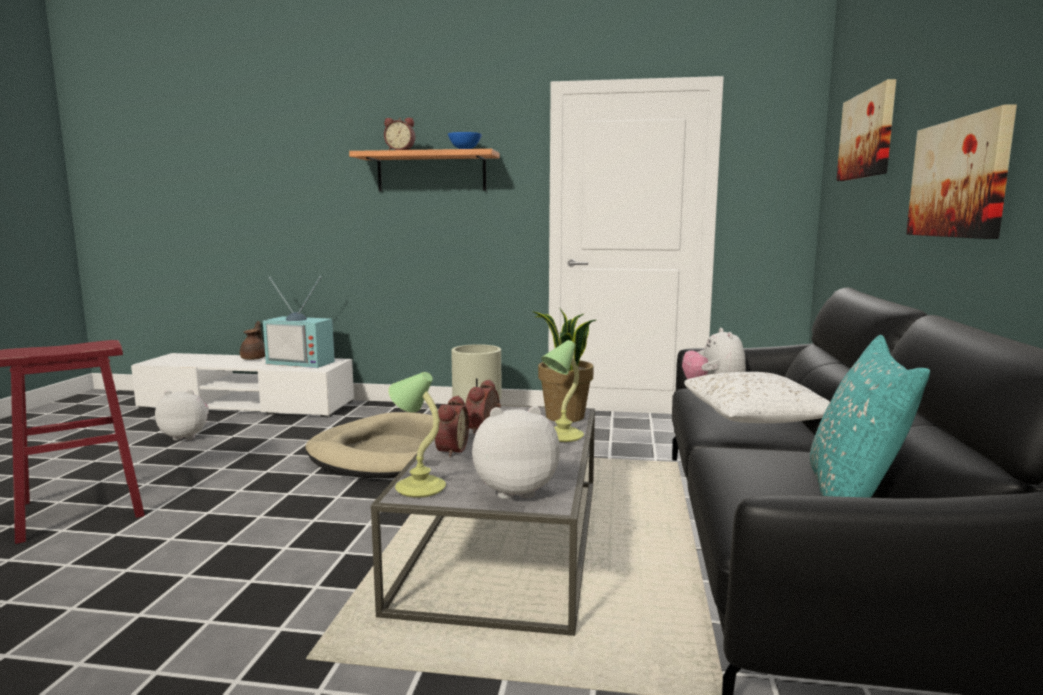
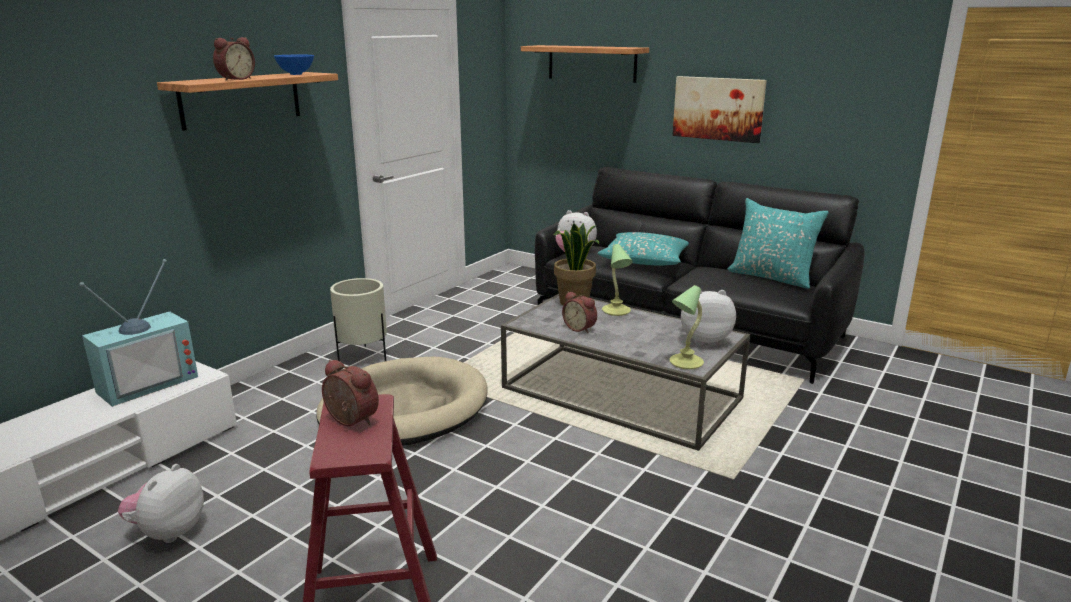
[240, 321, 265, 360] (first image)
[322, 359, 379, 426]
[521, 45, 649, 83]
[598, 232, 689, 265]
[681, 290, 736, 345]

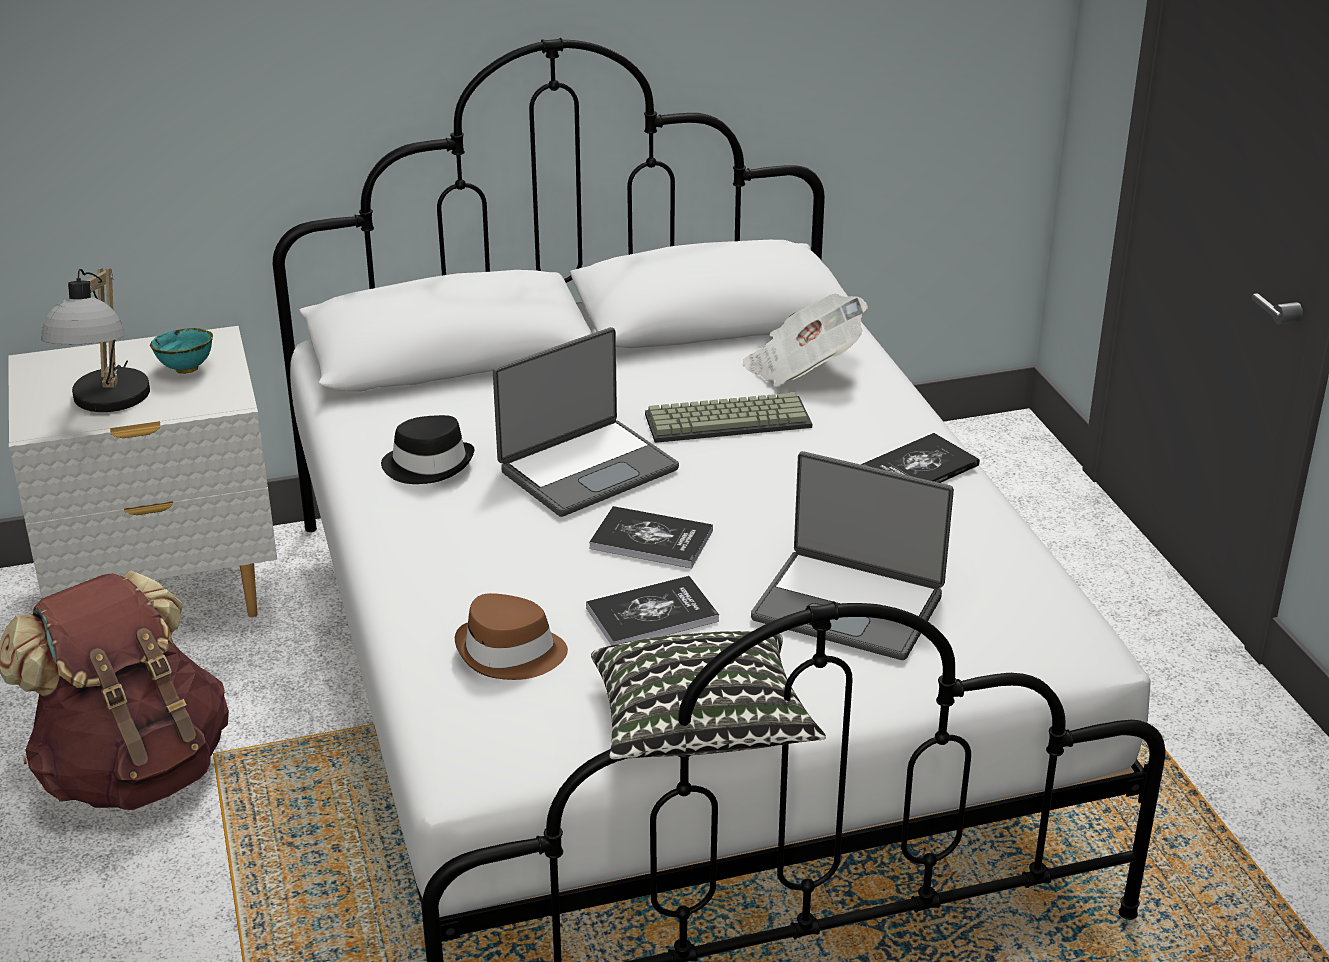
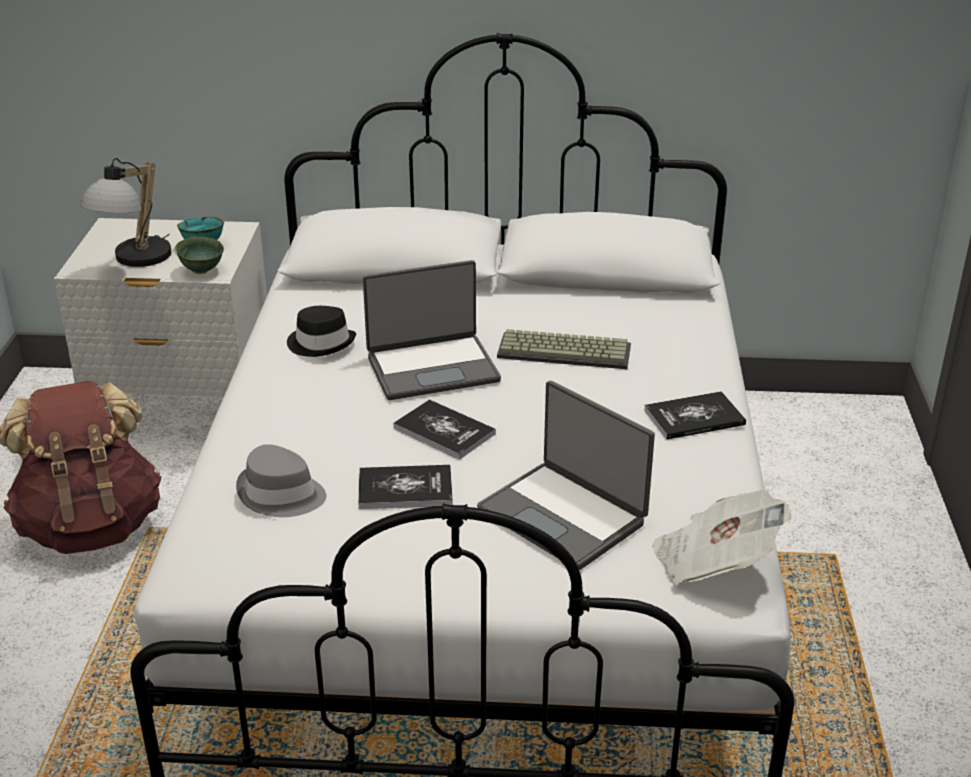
[591, 631, 826, 759] (first image)
[175, 236, 224, 274]
[652, 490, 791, 584]
[236, 444, 326, 517]

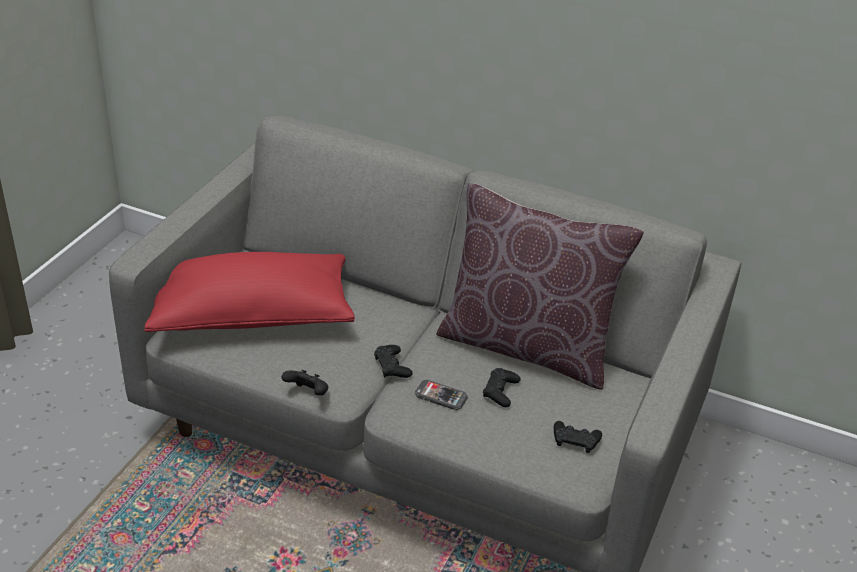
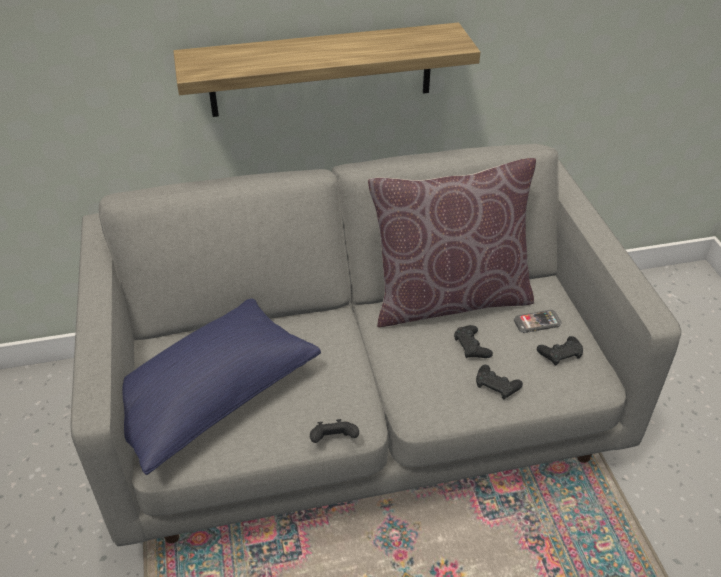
[173, 22, 480, 117]
[476, 365, 523, 399]
[514, 310, 562, 333]
[122, 299, 321, 475]

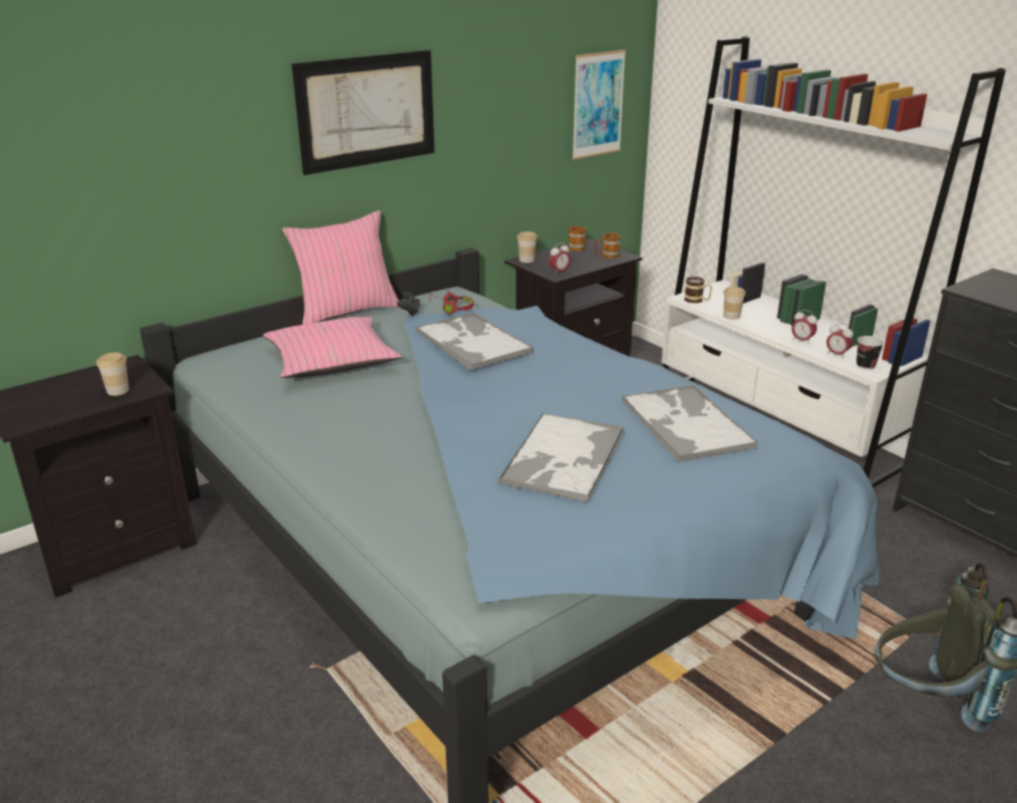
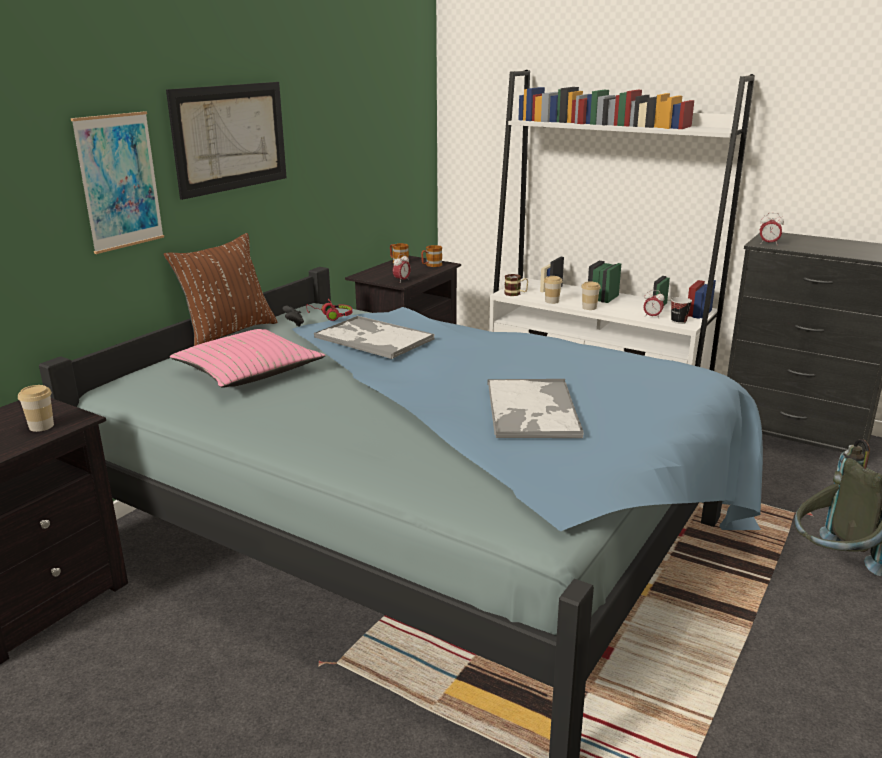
[622, 385, 758, 463] (first image)
[581, 282, 601, 310]
[71, 111, 164, 254]
[760, 213, 784, 244]
[163, 233, 278, 346]

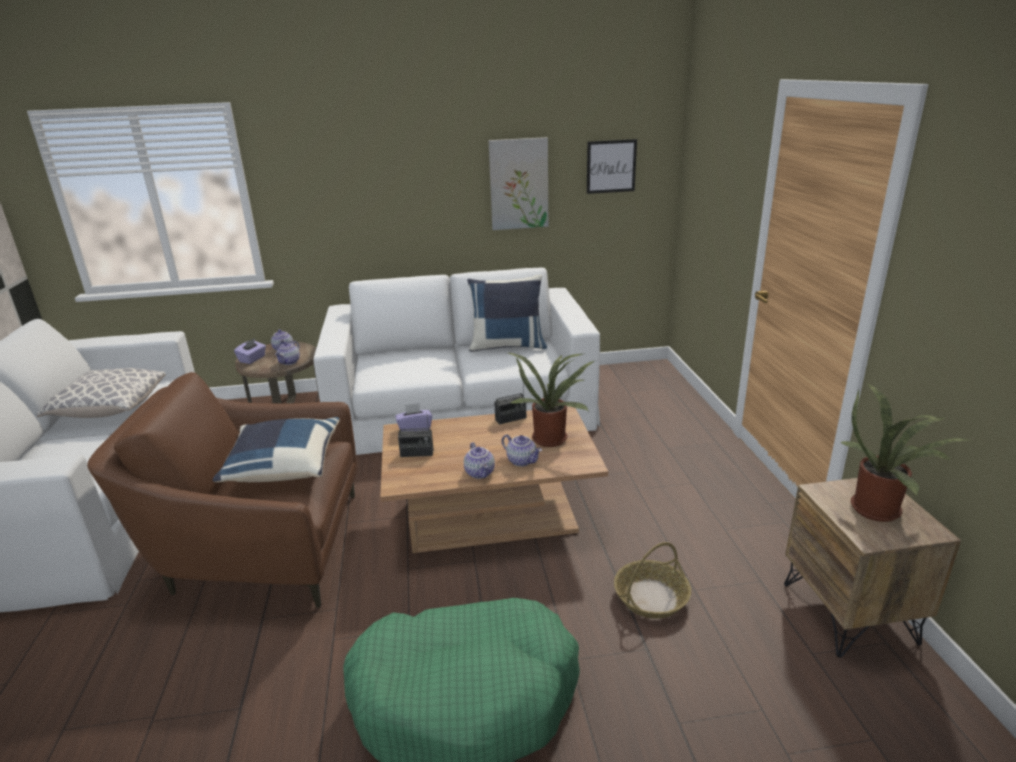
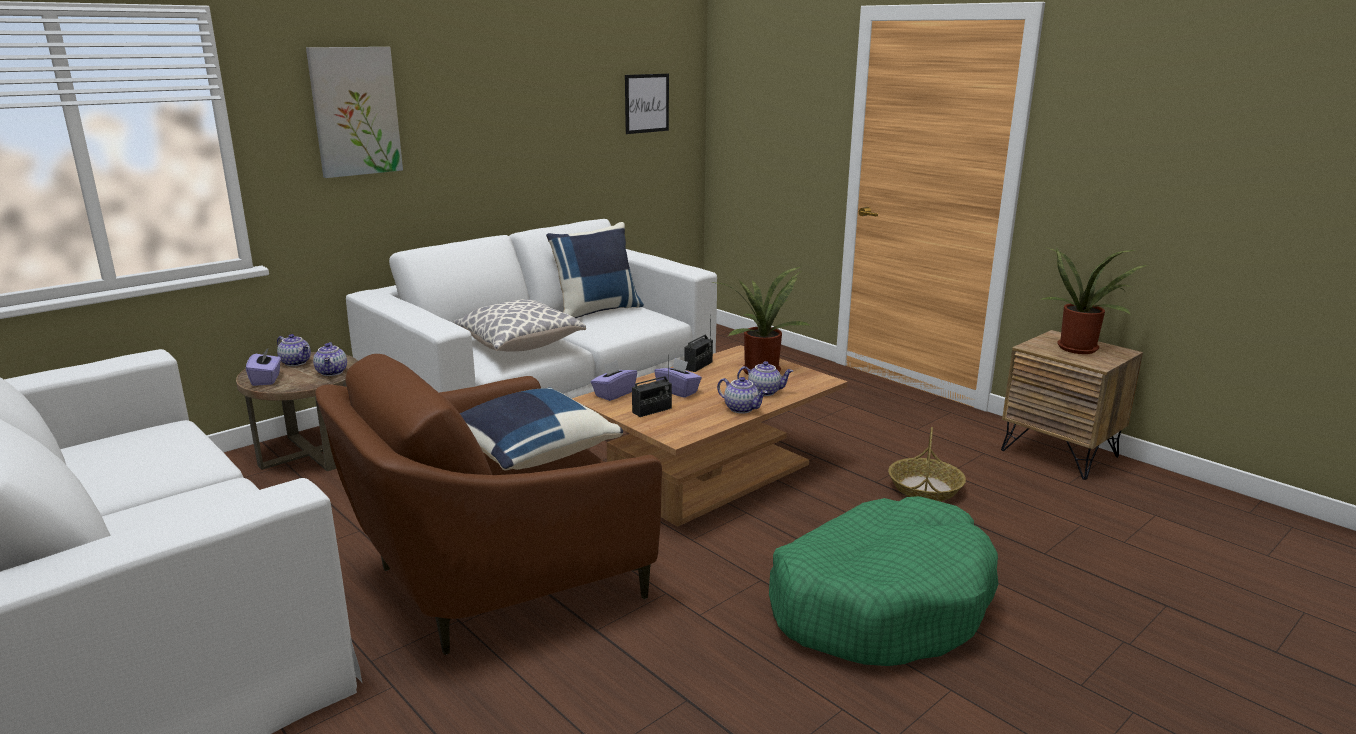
[654, 358, 702, 398]
[454, 299, 586, 352]
[306, 47, 403, 178]

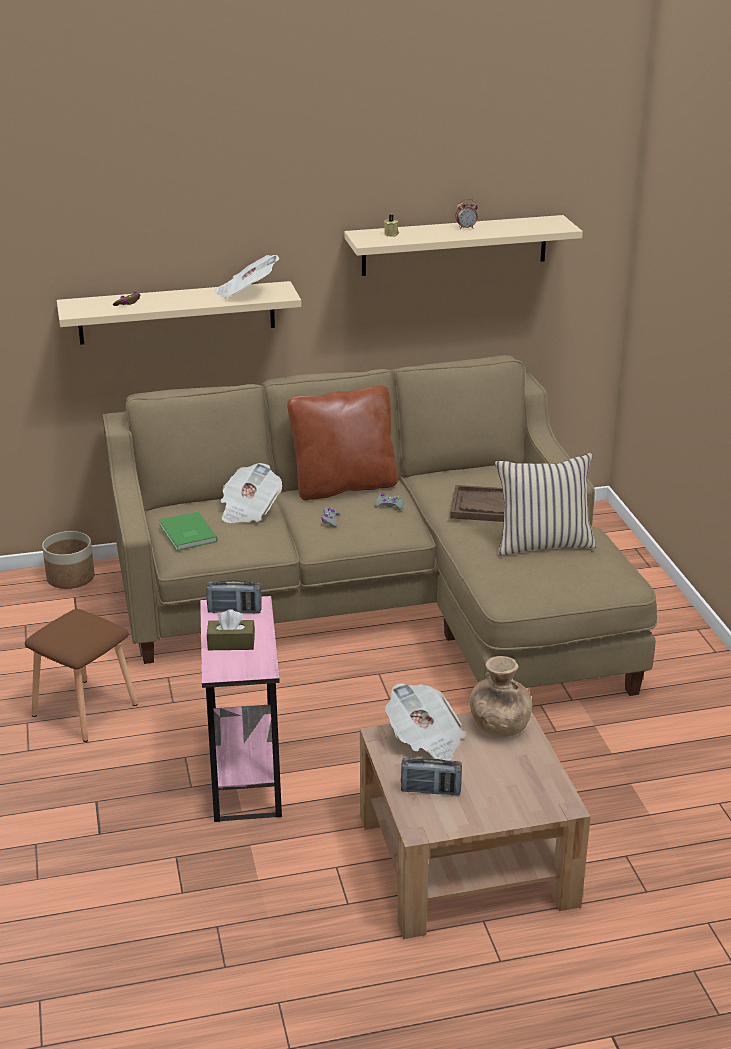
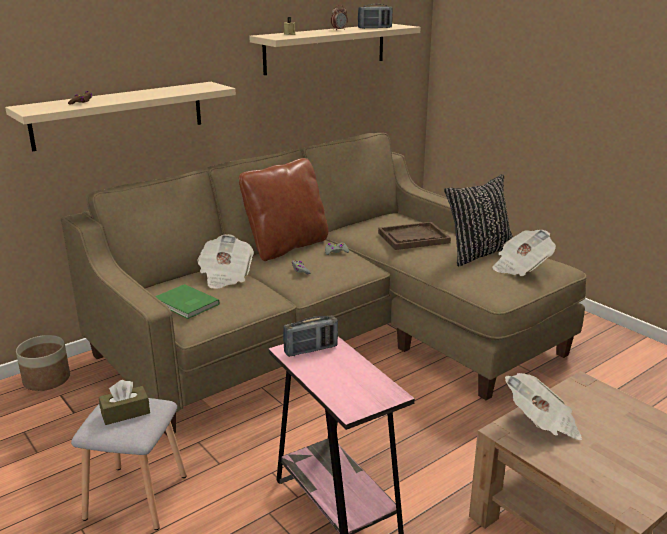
[470, 656, 532, 737] (first image)
[99, 380, 150, 425]
[492, 230, 556, 276]
[358, 4, 393, 29]
[71, 398, 187, 530]
[444, 174, 513, 266]

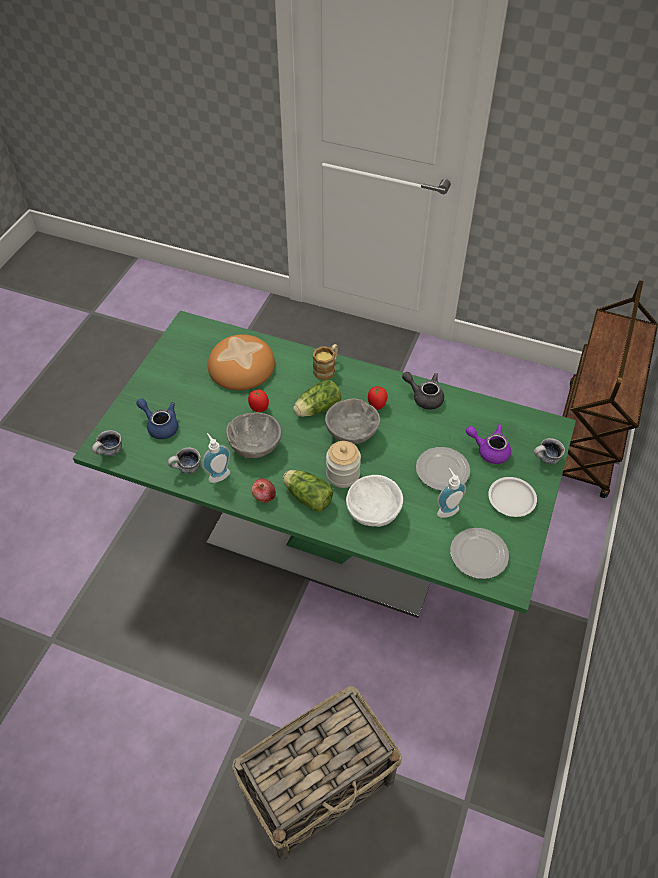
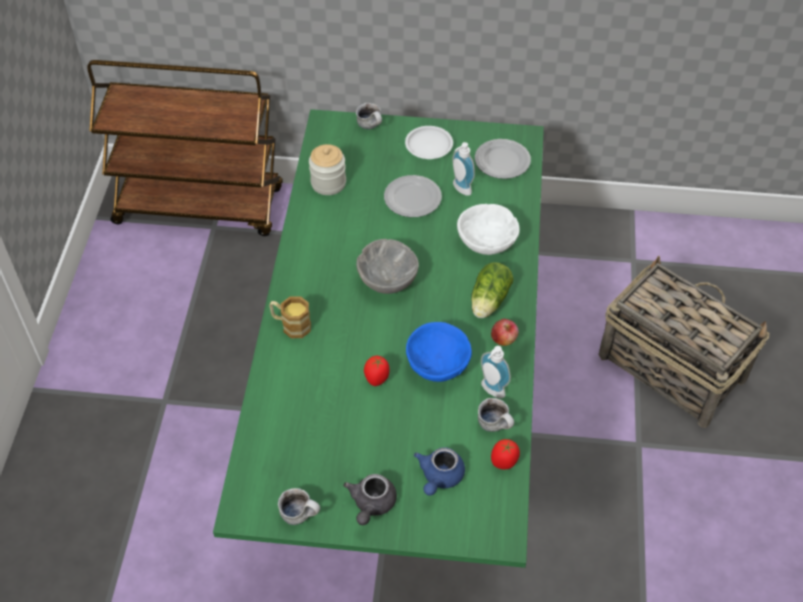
[208, 334, 275, 390] (first image)
[293, 380, 341, 417] (first image)
[466, 424, 511, 464] (first image)
[278, 488, 320, 525]
[309, 144, 346, 195]
[491, 439, 520, 469]
[343, 474, 397, 525]
[406, 322, 472, 382]

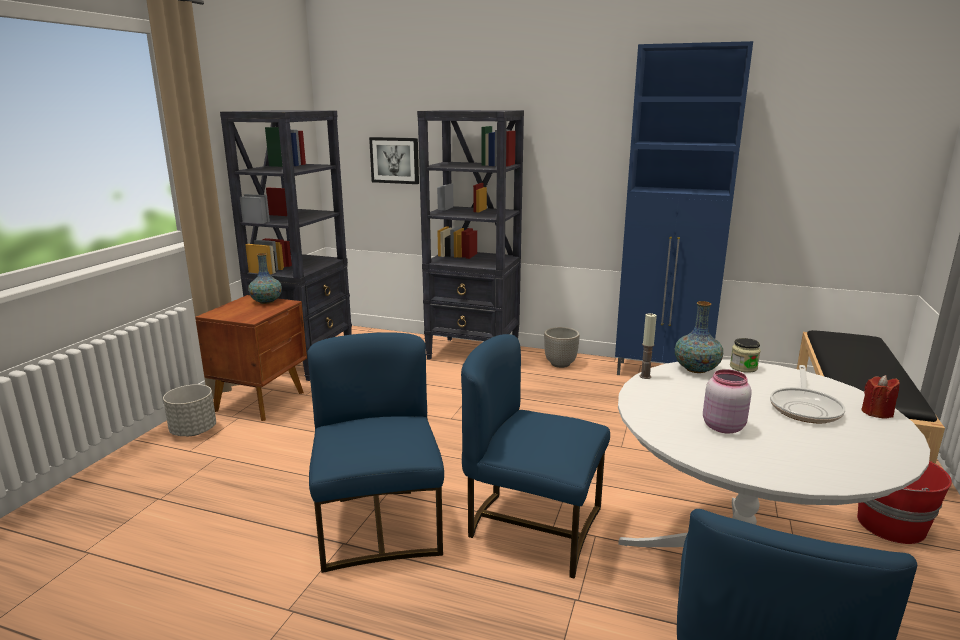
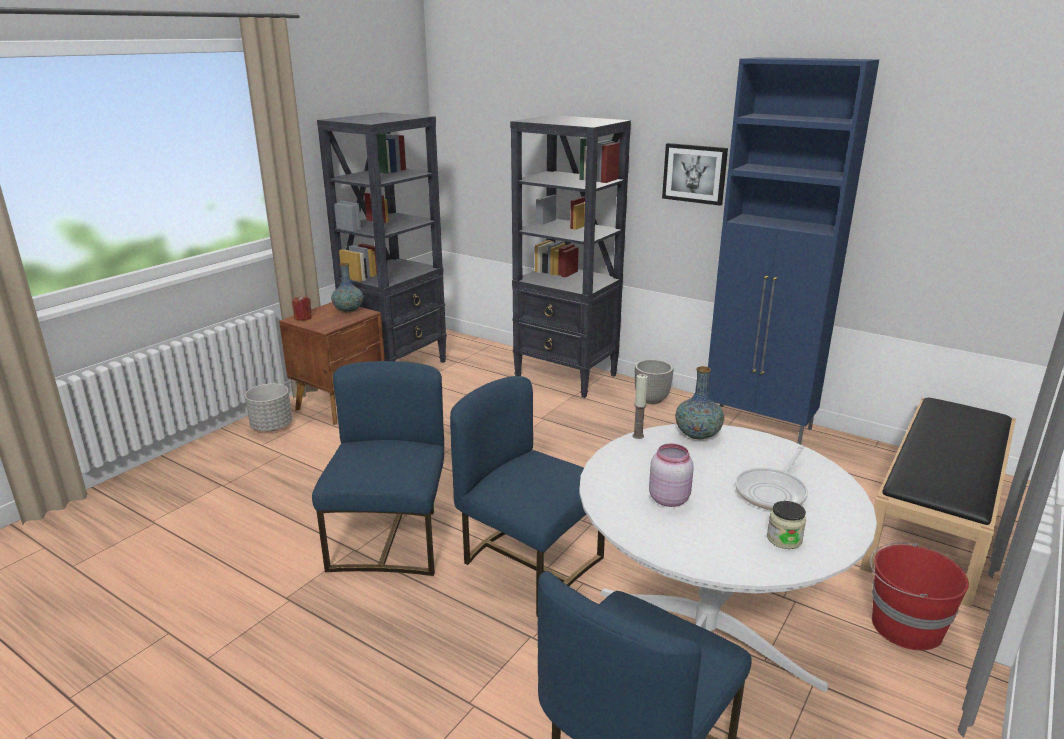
[662, 143, 728, 206]
[767, 501, 806, 549]
[292, 295, 312, 321]

